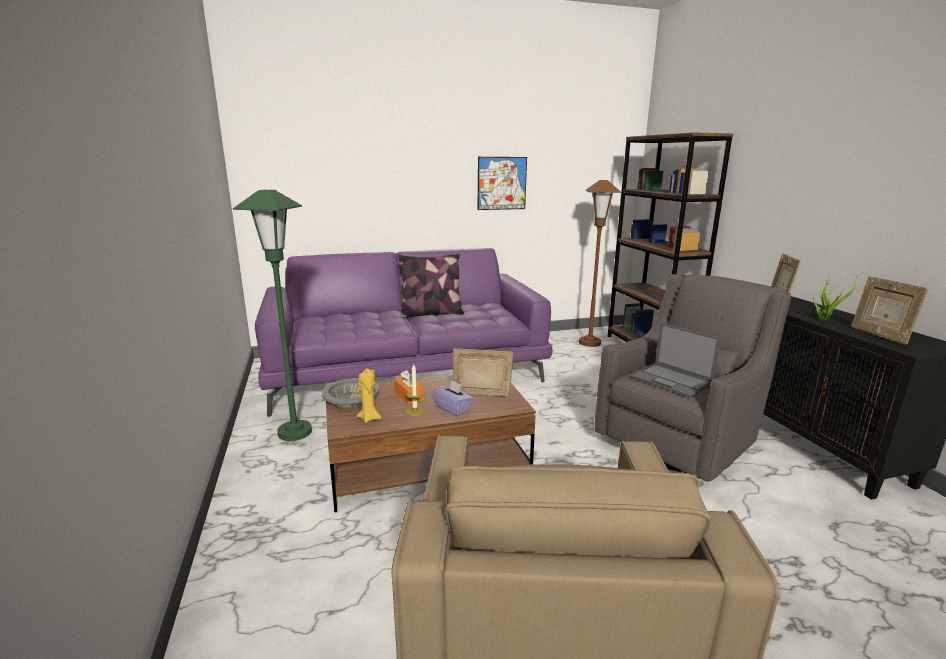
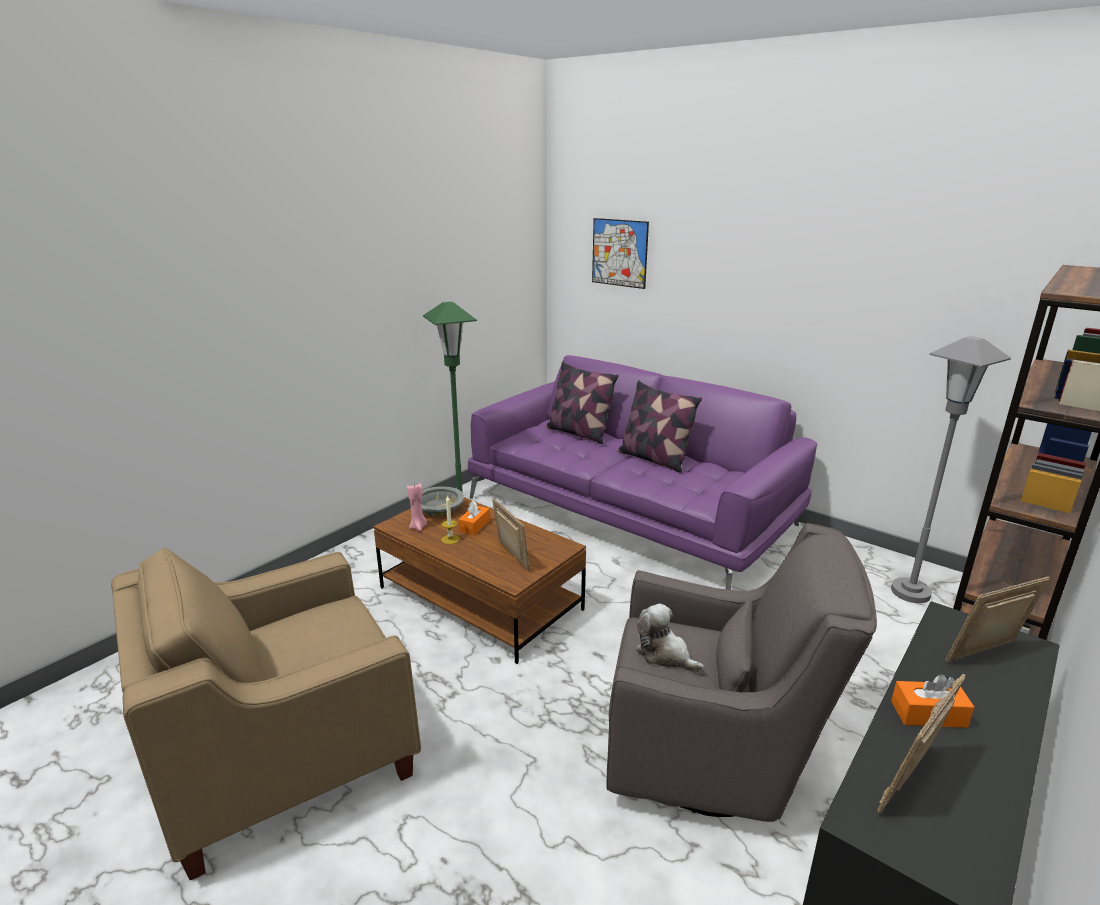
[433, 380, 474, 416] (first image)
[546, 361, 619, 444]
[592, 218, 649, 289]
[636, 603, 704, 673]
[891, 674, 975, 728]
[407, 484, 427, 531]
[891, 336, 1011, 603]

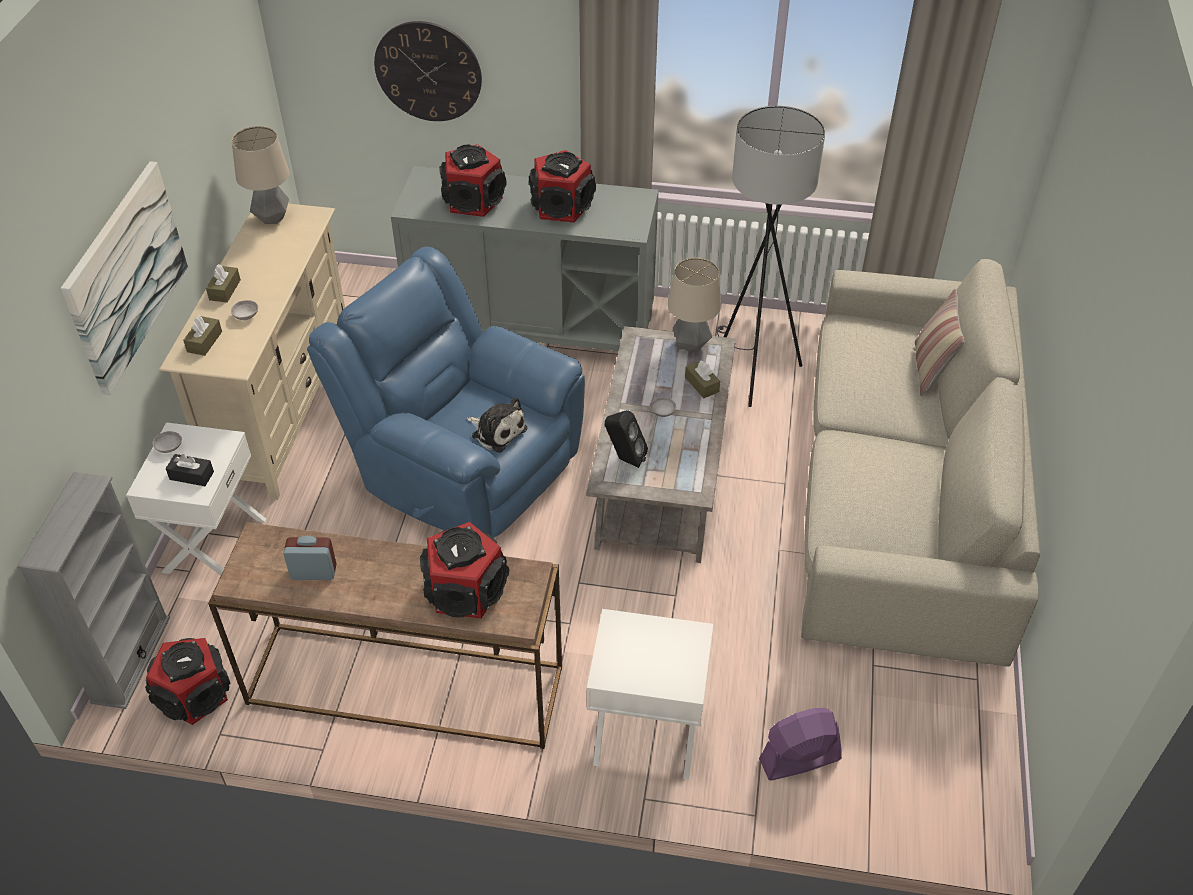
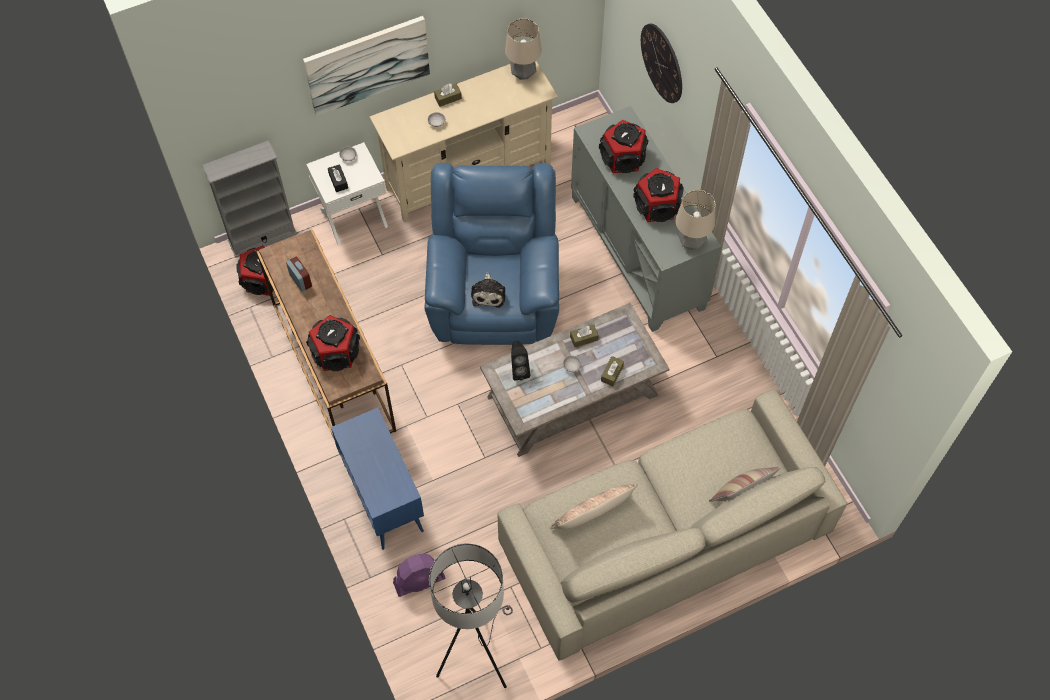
[549, 484, 638, 529]
[570, 324, 599, 347]
[676, 190, 716, 250]
[429, 543, 513, 688]
[331, 408, 424, 550]
[393, 554, 445, 597]

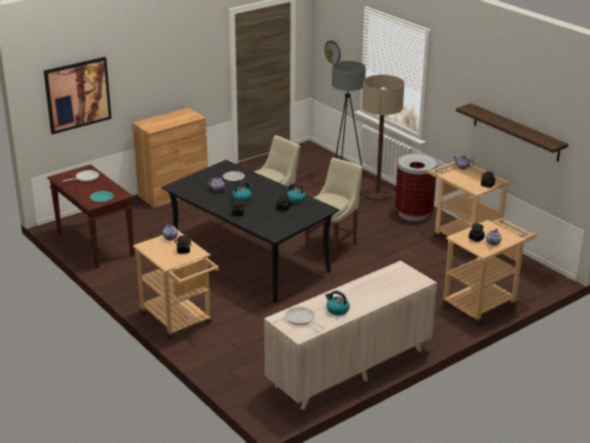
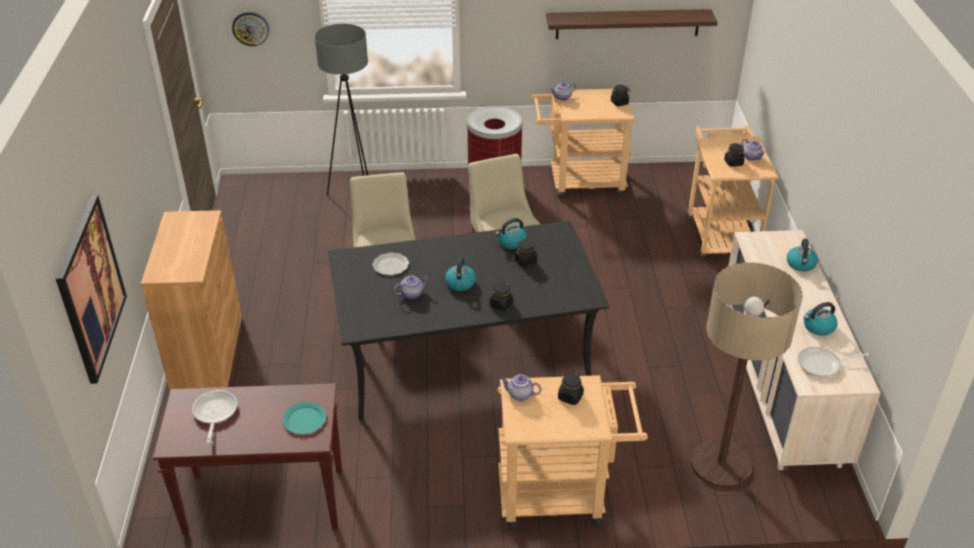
[787, 239, 818, 272]
[691, 262, 803, 488]

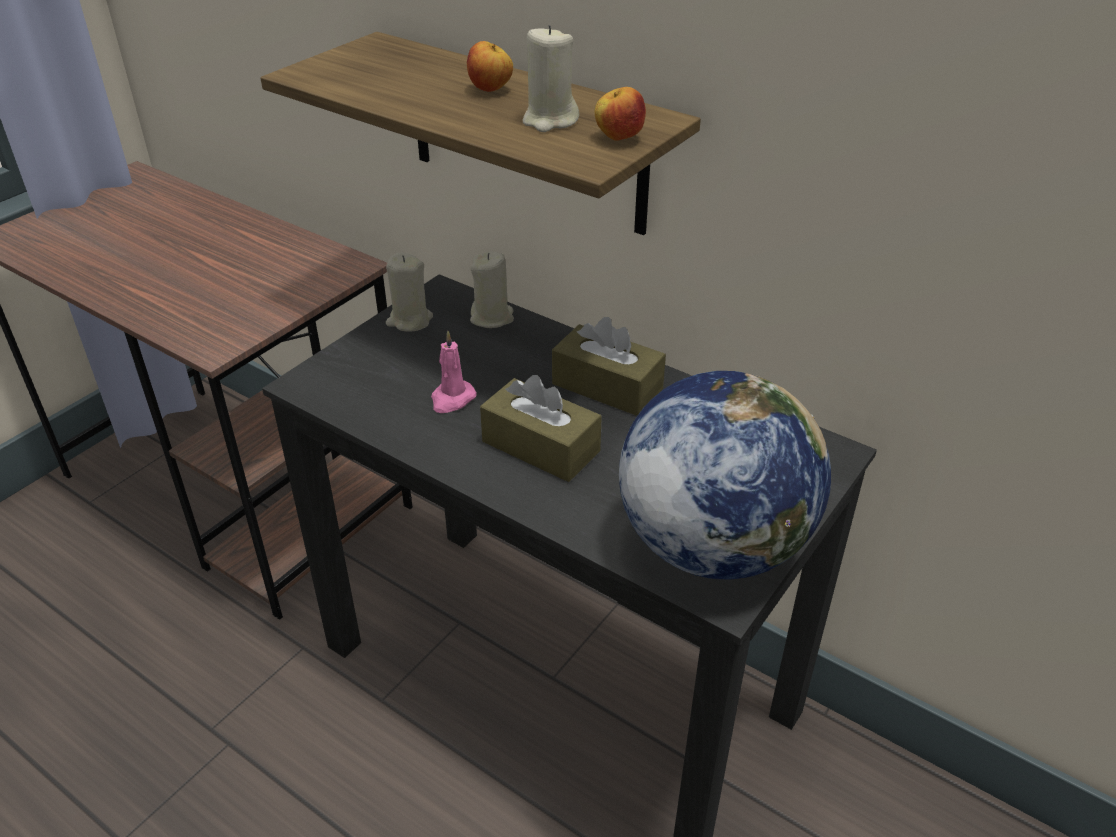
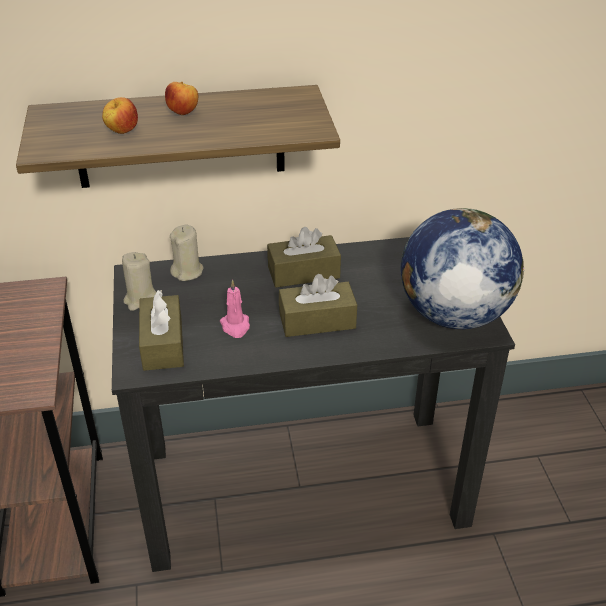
[523, 25, 579, 132] (first image)
[139, 290, 184, 371]
[102, 97, 138, 134]

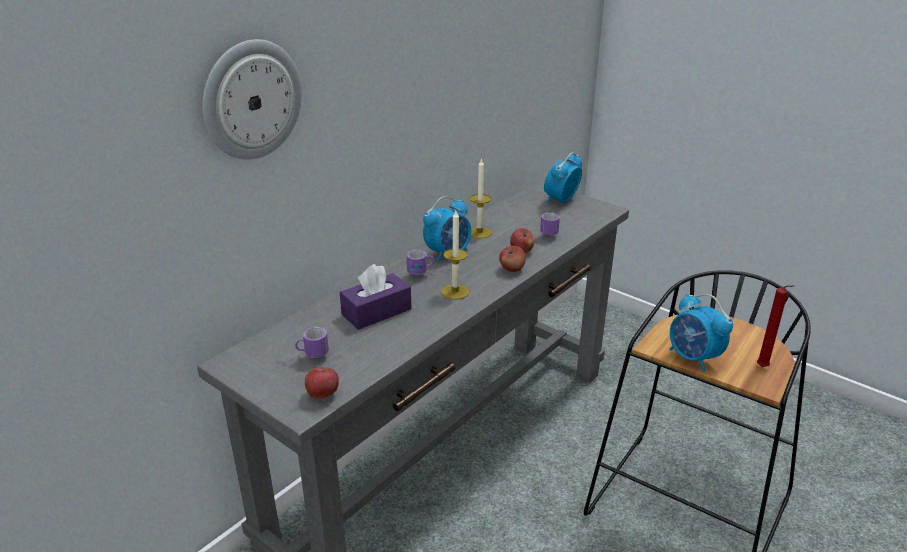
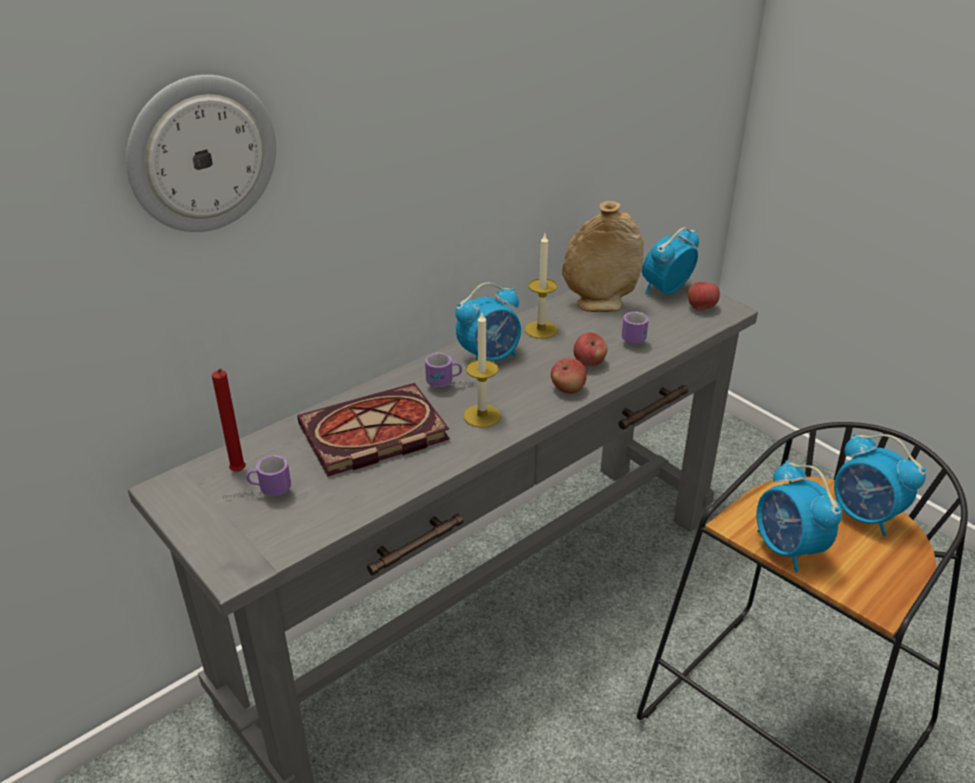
[562, 201, 644, 312]
[834, 433, 926, 537]
[688, 282, 720, 311]
[212, 368, 246, 472]
[297, 383, 450, 476]

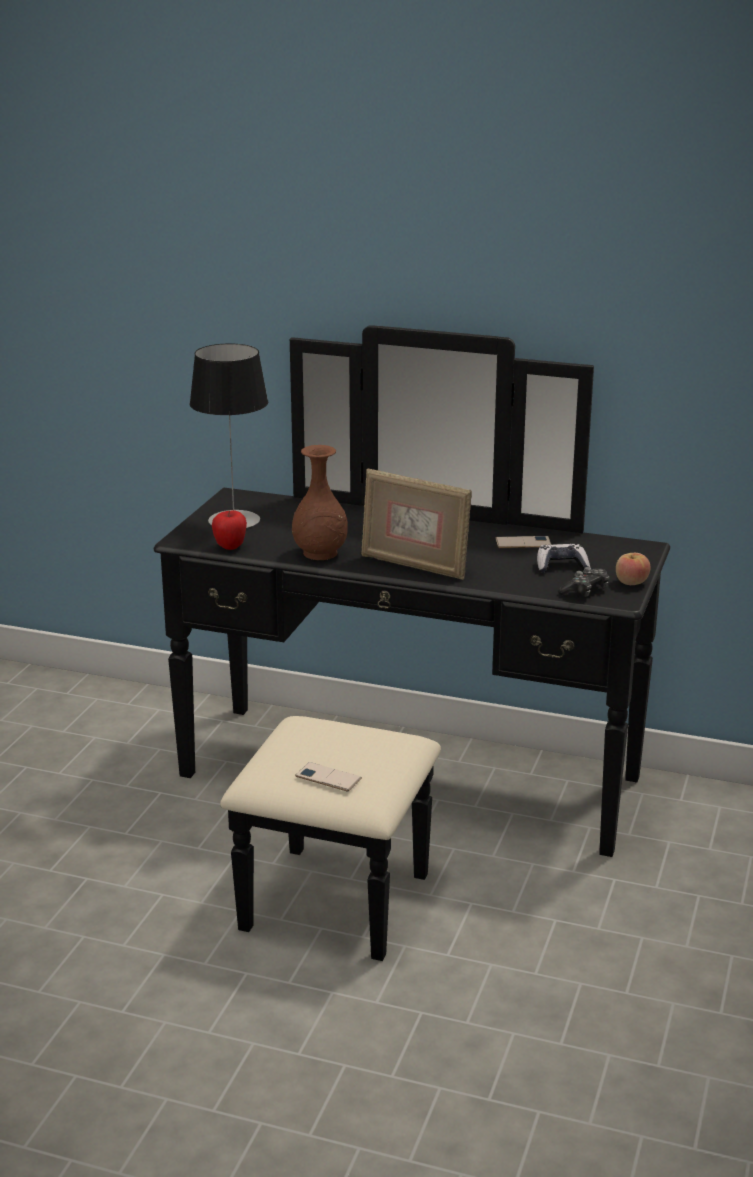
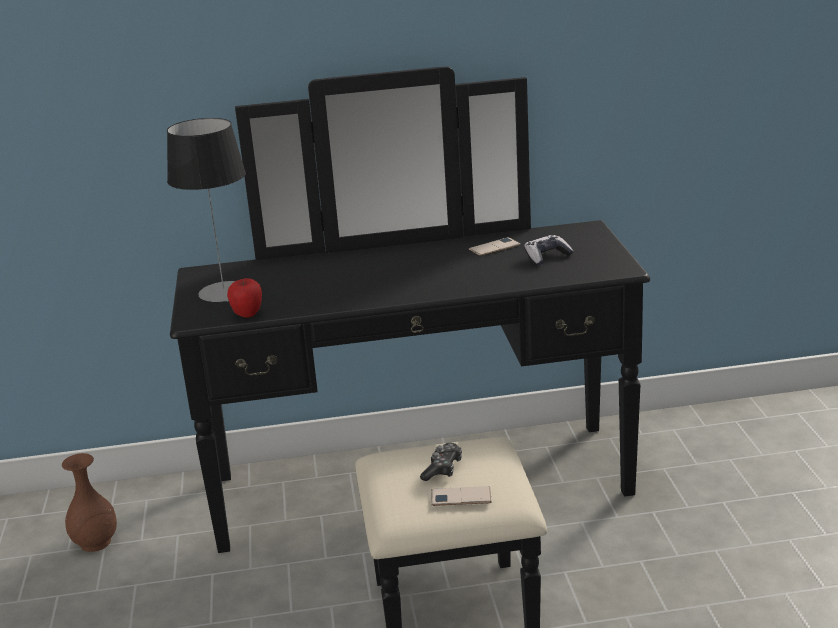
[361, 468, 472, 580] (first image)
[616, 553, 651, 585] (first image)
[62, 453, 117, 552]
[420, 443, 462, 481]

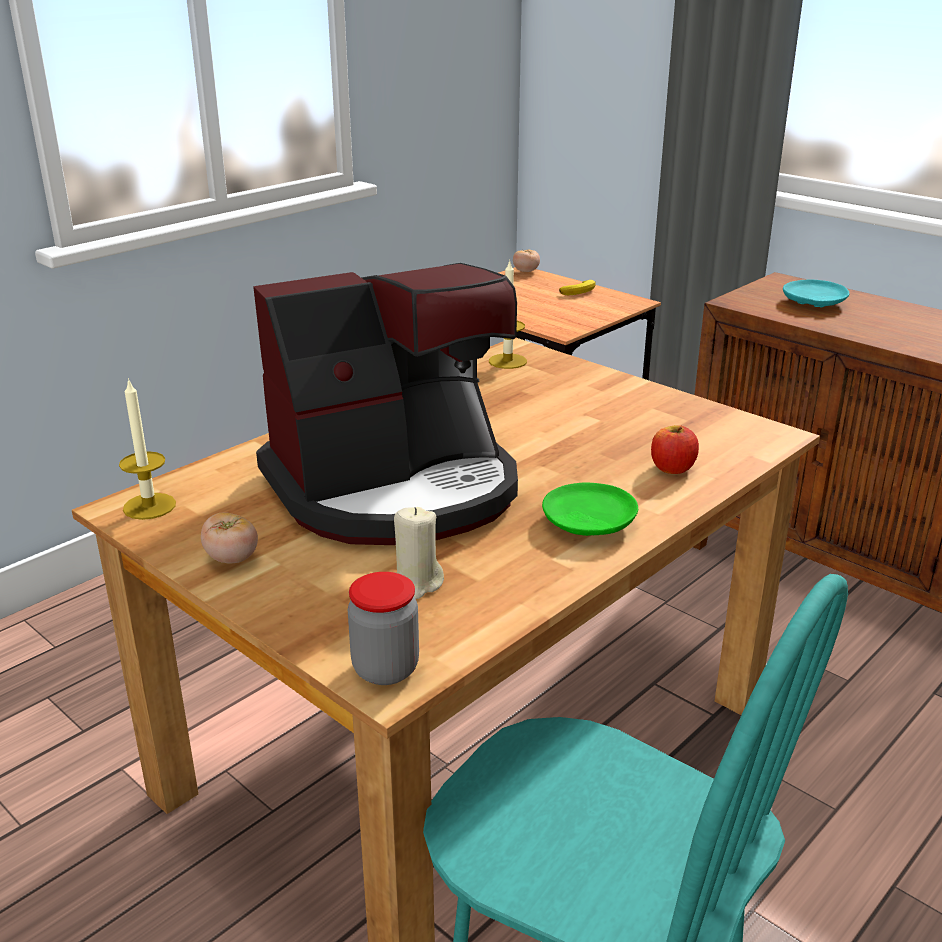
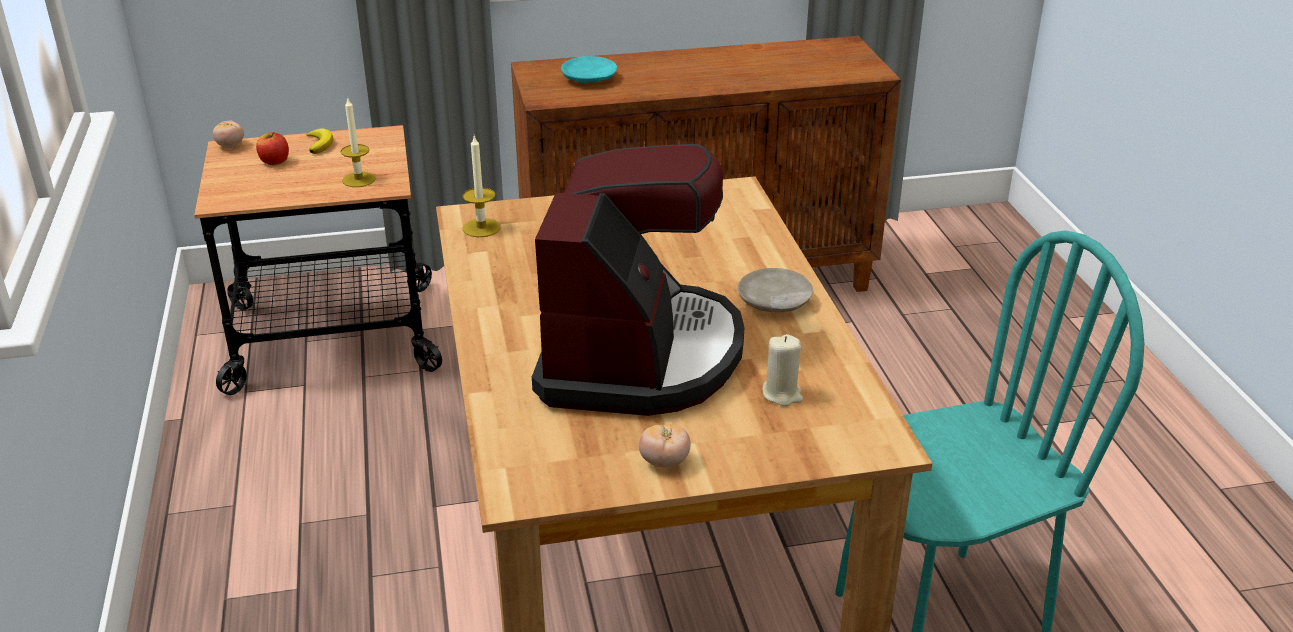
[348, 572, 419, 685] (first image)
[340, 98, 376, 187]
[256, 132, 289, 165]
[738, 268, 813, 312]

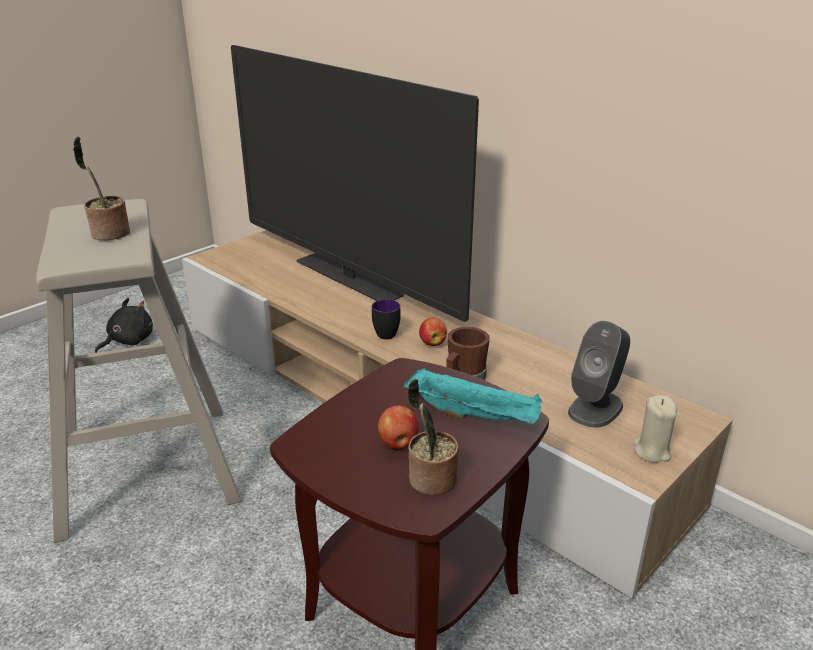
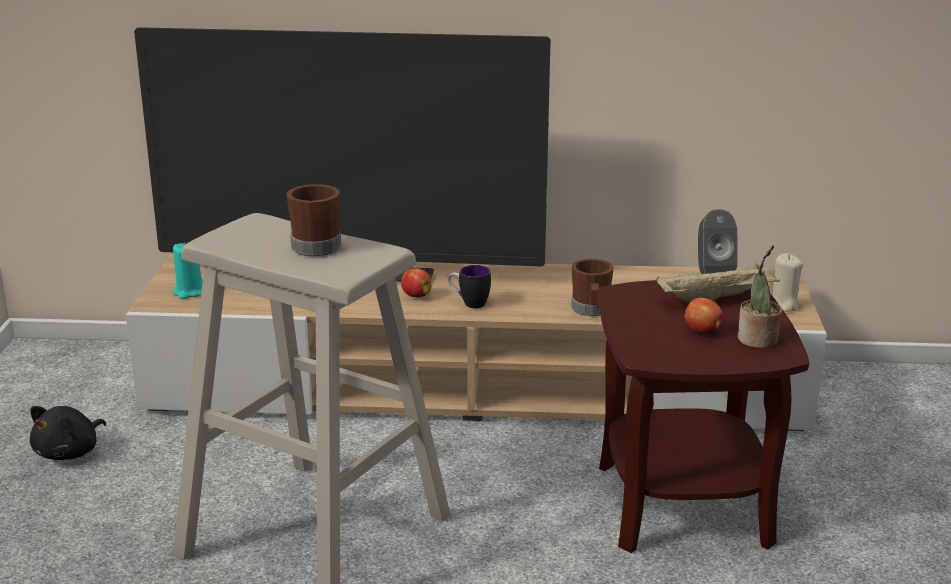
[173, 242, 203, 299]
[401, 268, 432, 297]
[286, 184, 341, 256]
[656, 263, 780, 303]
[30, 406, 106, 460]

